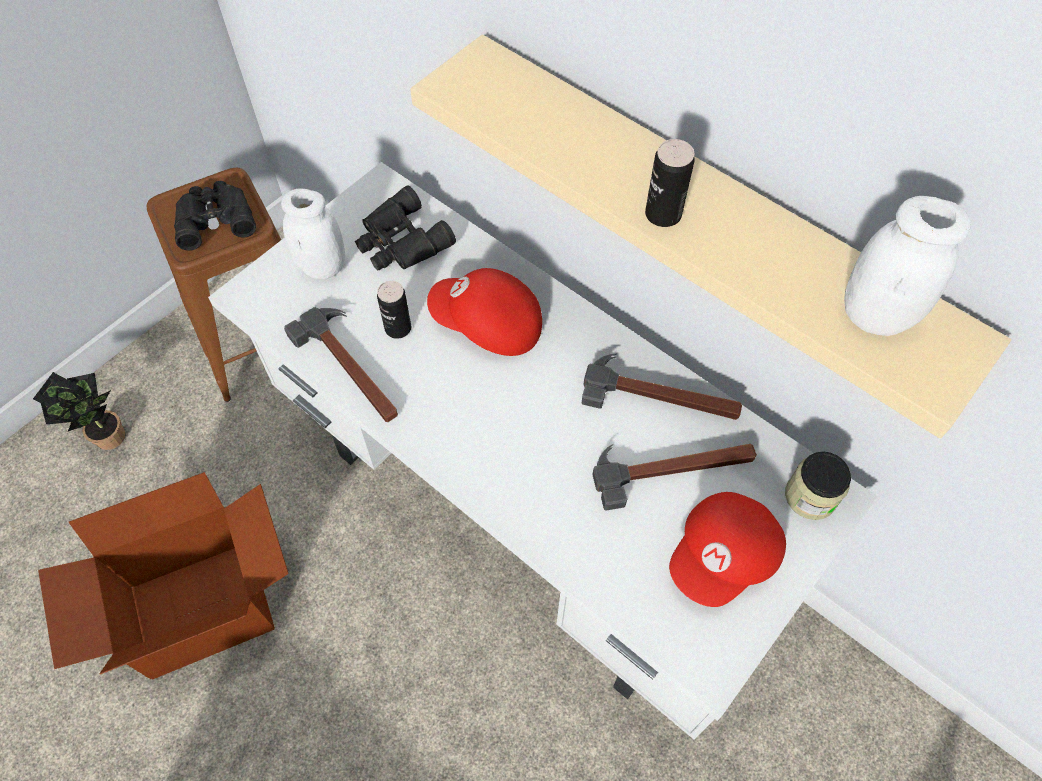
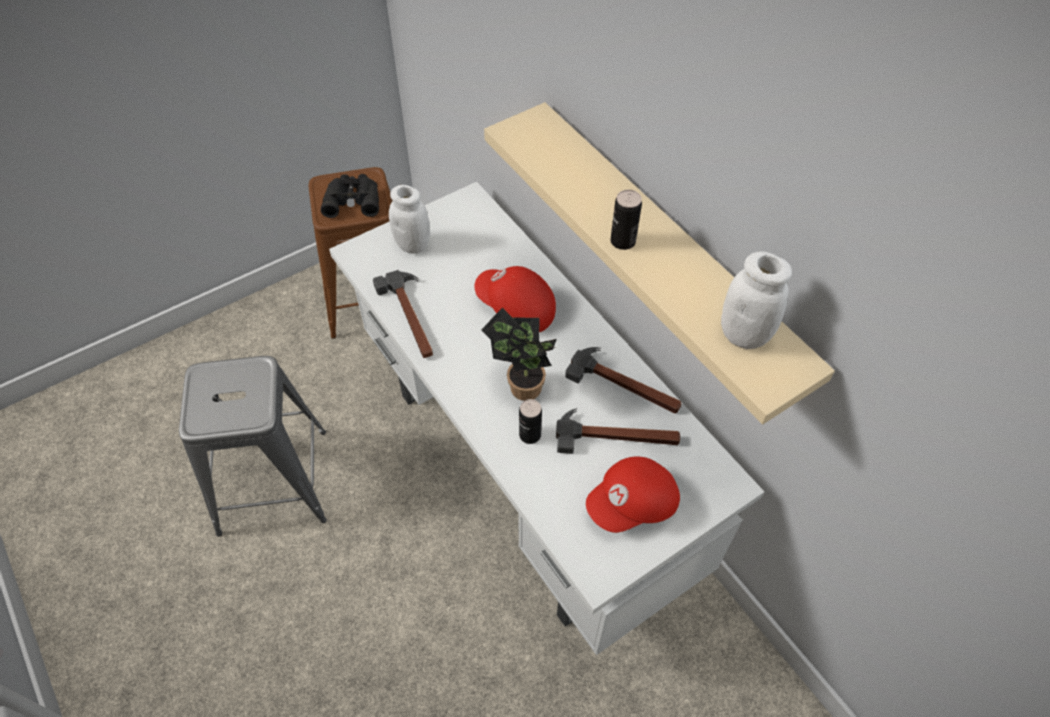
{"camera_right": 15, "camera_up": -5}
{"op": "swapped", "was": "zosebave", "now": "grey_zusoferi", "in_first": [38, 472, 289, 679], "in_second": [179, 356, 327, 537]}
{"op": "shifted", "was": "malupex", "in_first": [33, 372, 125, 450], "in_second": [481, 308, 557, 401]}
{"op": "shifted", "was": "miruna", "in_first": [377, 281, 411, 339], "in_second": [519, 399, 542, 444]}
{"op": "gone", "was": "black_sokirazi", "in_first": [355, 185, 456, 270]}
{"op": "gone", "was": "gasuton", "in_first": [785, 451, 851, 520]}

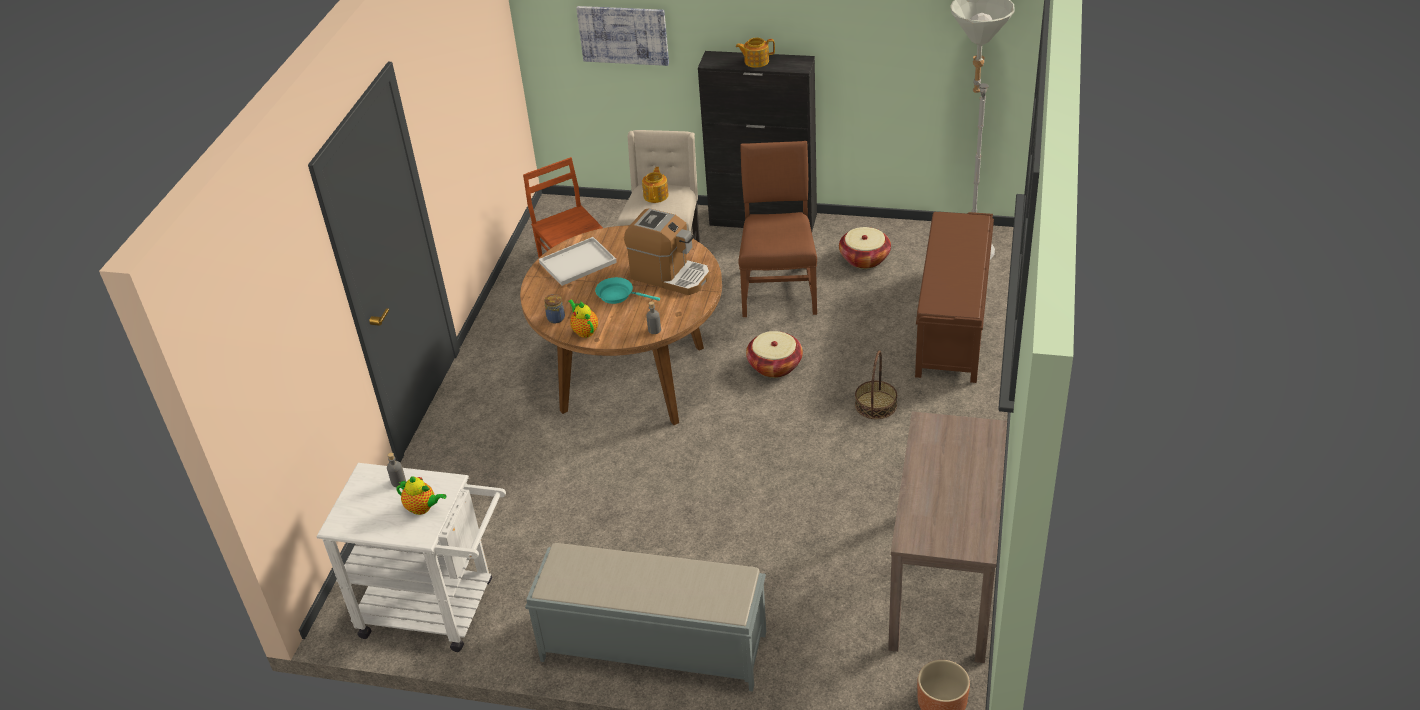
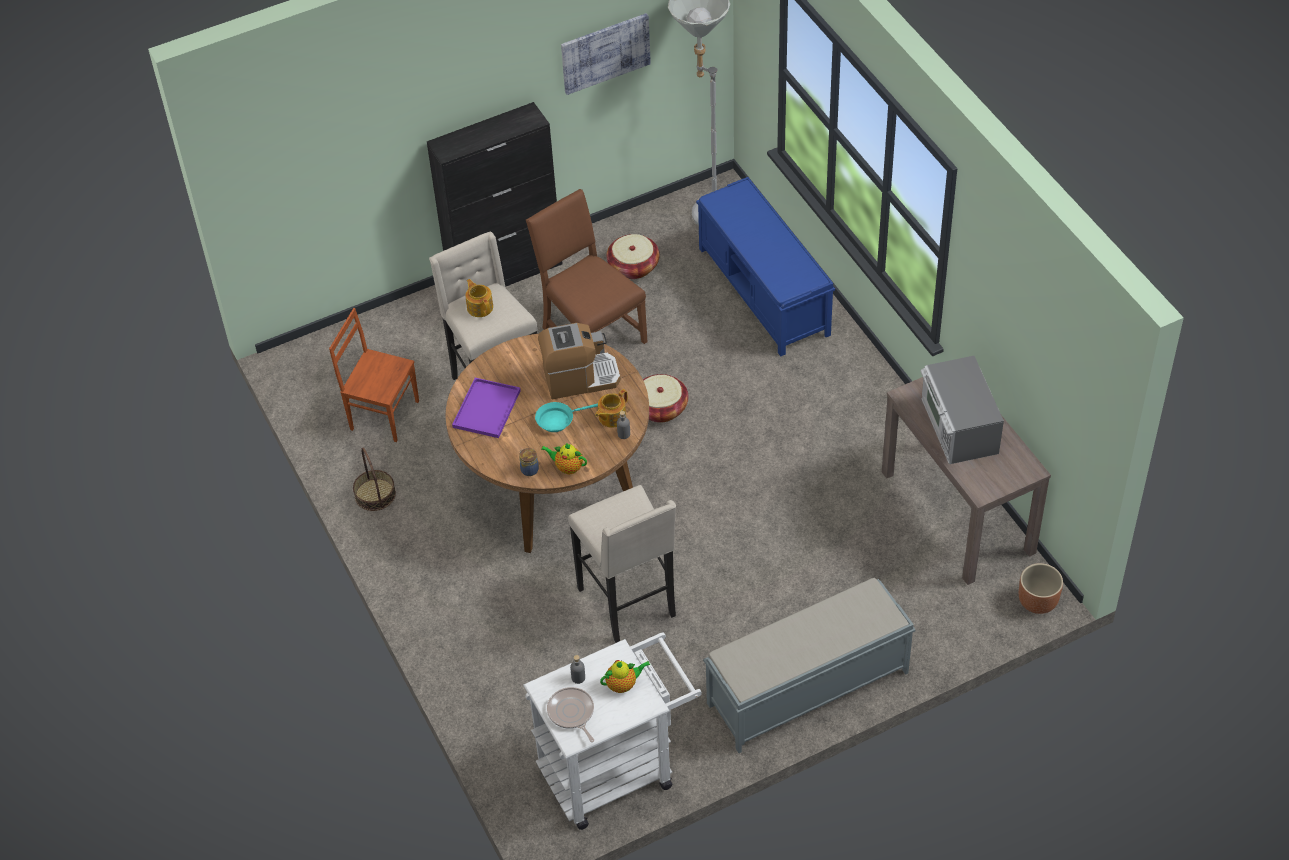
{"camera_right": -40, "camera_up": 10}
{"op": "shifted", "was": "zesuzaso", "in_first": [855, 350, 897, 419], "in_second": [353, 448, 396, 511]}
{"op": "repainted", "was": "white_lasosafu", "now": "purple_lasosafu", "in_first": [539, 237, 617, 286], "in_second": [452, 378, 521, 438]}
{"op": "new", "now": "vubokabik", "in_second": [547, 687, 594, 742]}
{"op": "shifted", "was": "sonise", "in_first": [576, 6, 669, 66], "in_second": [561, 13, 651, 95]}
{"op": "new", "now": "beige_zusoferi", "in_second": [568, 485, 676, 643]}
{"op": "shifted", "was": "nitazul", "in_first": [736, 38, 775, 68], "in_second": [595, 389, 628, 428]}
{"op": "repainted", "was": "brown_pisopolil", "now": "blue_pisopolil", "in_first": [915, 212, 994, 383], "in_second": [696, 177, 835, 356]}
{"op": "new", "now": "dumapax", "in_second": [920, 356, 1004, 464]}

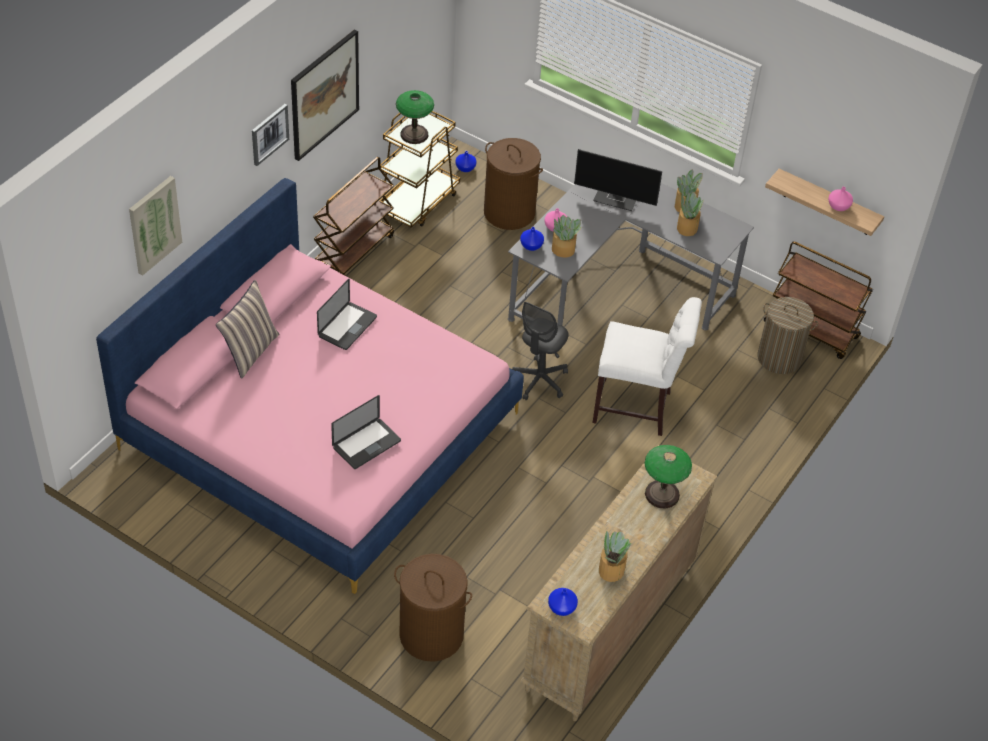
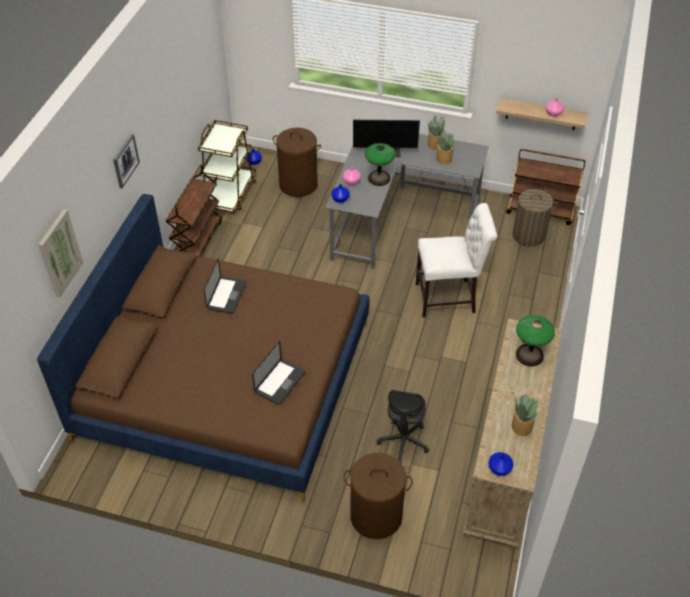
{"camera_right": -15, "camera_up": 0}
{"op": "repainted", "was": "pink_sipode", "now": "brown_sipode", "in_first": [96, 178, 524, 594], "in_second": [37, 194, 369, 502]}
{"op": "shifted", "was": "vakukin", "in_first": [396, 90, 434, 144], "in_second": [365, 143, 396, 186]}
{"op": "shifted", "was": "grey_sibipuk", "in_first": [512, 302, 569, 400], "in_second": [377, 390, 429, 463]}
{"op": "gone", "was": "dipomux", "in_first": [216, 280, 279, 378]}
{"op": "gone", "was": "sonise", "in_first": [291, 29, 359, 161]}
{"op": "gone", "was": "malupex", "in_first": [552, 215, 582, 258]}

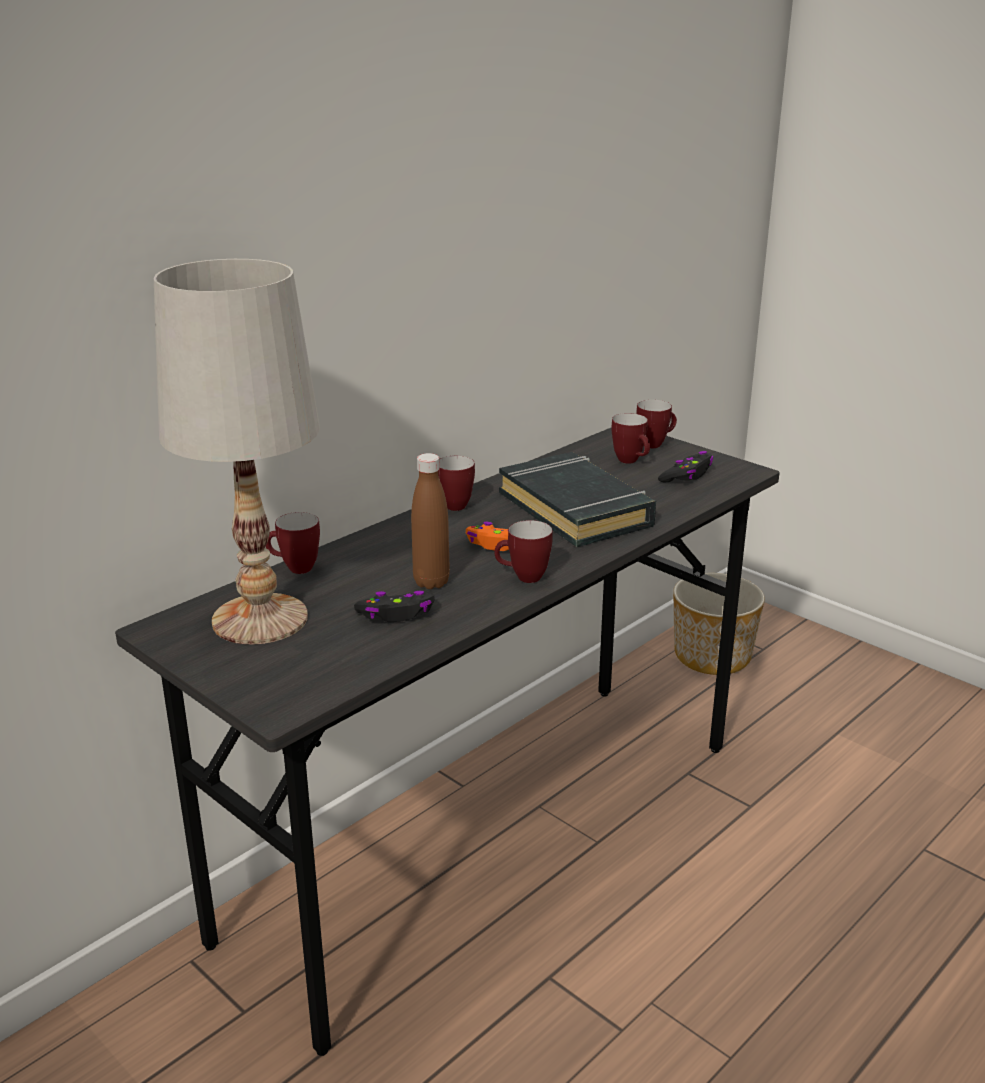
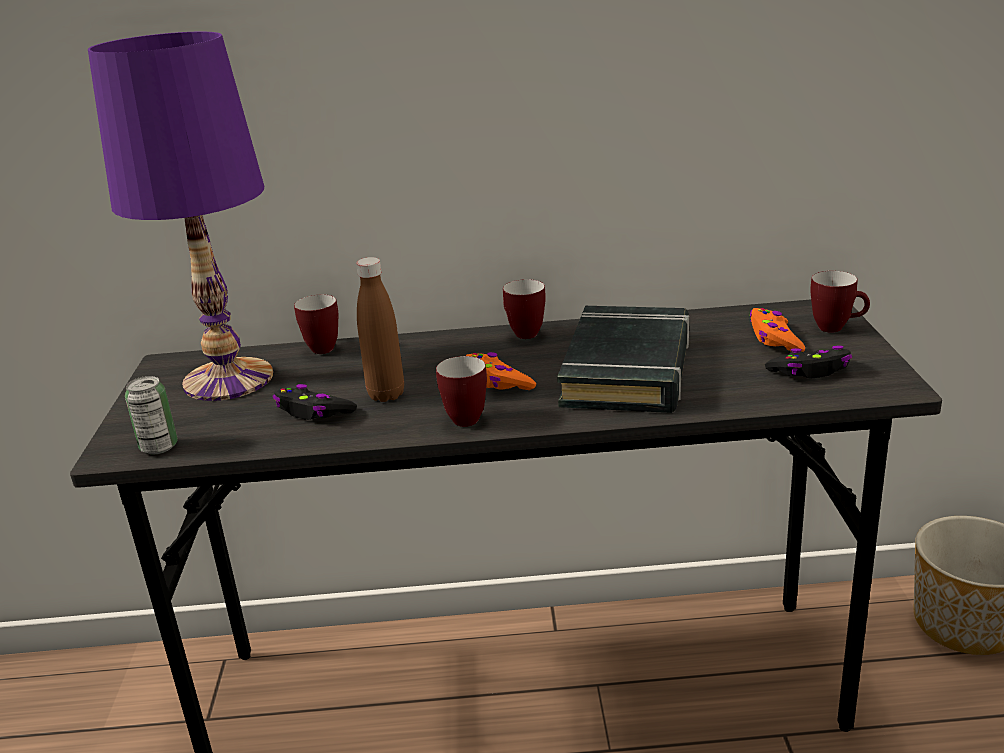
{"camera_right": 45, "camera_up": 0}
{"op": "repainted", "was": "white_vakukin", "now": "purple_vakukin", "in_first": [154, 259, 320, 644], "in_second": [88, 32, 273, 401]}
{"op": "new", "now": "miruna", "in_second": [125, 376, 178, 454]}
{"op": "swapped", "was": "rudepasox", "now": "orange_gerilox", "in_first": [612, 413, 650, 464], "in_second": [750, 308, 805, 352]}

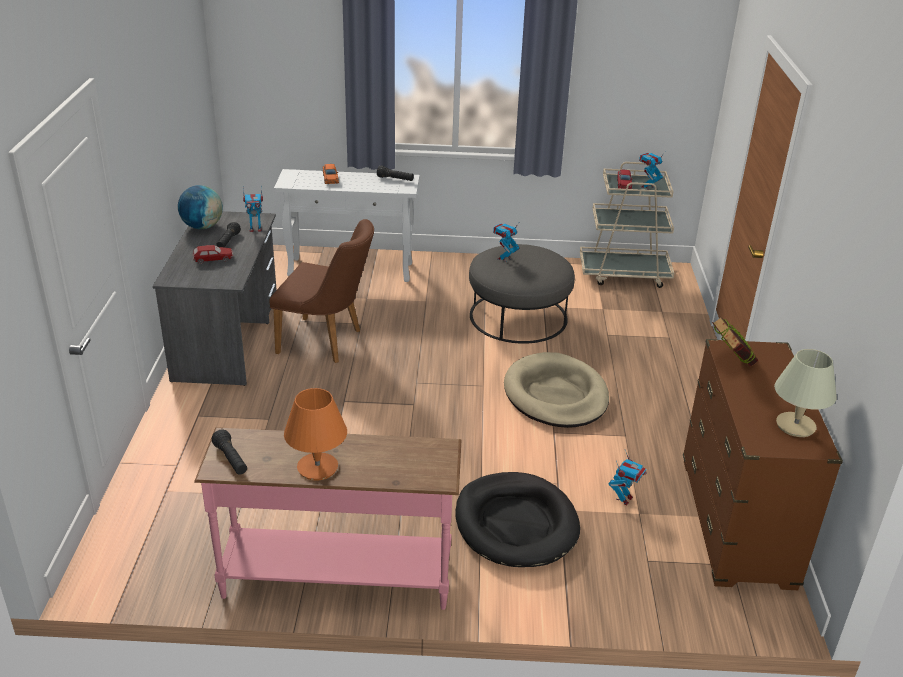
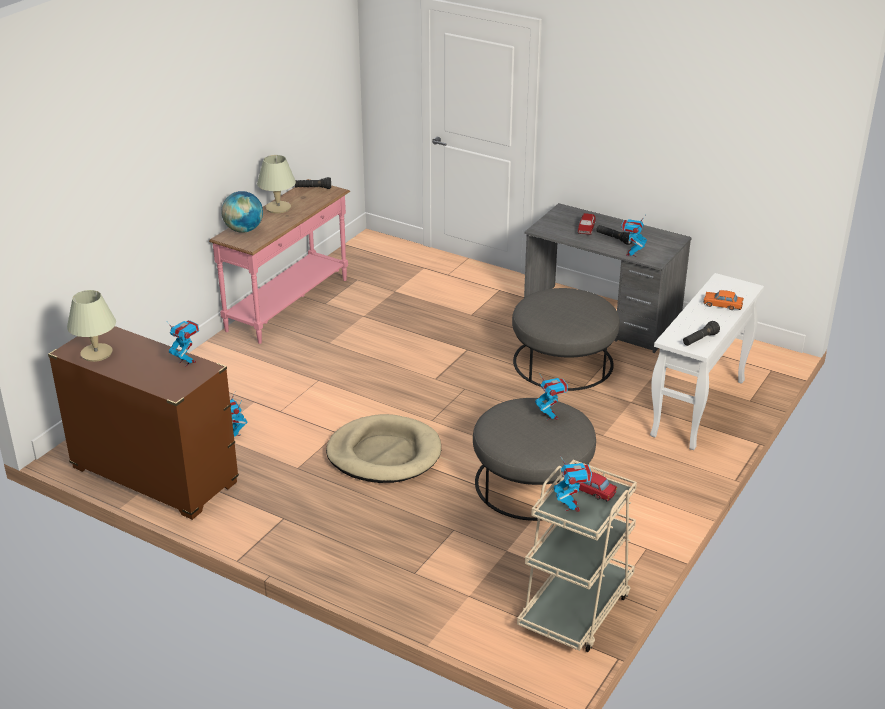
{"camera_right": 120, "camera_up": 0}
{"op": "swapped", "was": "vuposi", "now": "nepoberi", "in_first": [712, 316, 759, 367], "in_second": [166, 320, 199, 367]}
{"op": "shifted", "was": "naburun", "in_first": [178, 185, 223, 229], "in_second": [221, 191, 263, 233]}
{"op": "repainted", "was": "orange_vakukin", "now": "beige_vakukin", "in_first": [284, 388, 347, 480], "in_second": [257, 155, 296, 213]}
{"op": "swapped", "was": "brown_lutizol", "now": "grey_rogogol", "in_first": [269, 219, 374, 363], "in_second": [512, 288, 620, 391]}
{"op": "gone", "was": "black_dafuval", "in_first": [455, 472, 580, 567]}

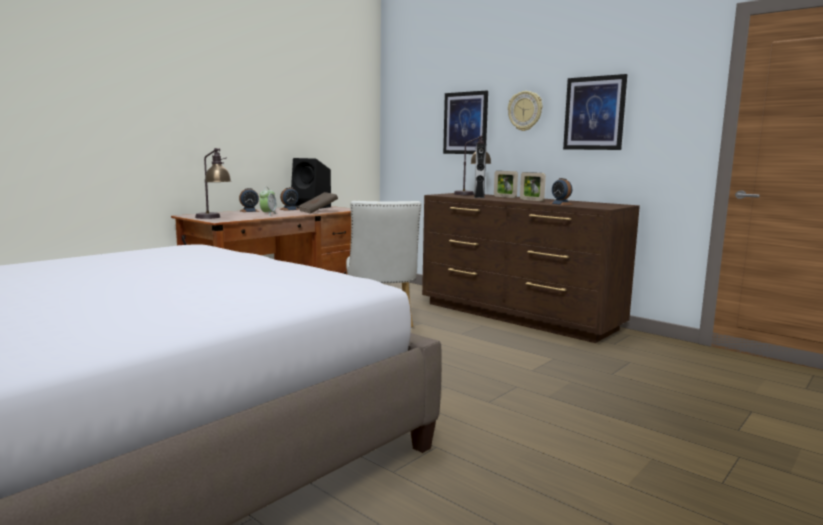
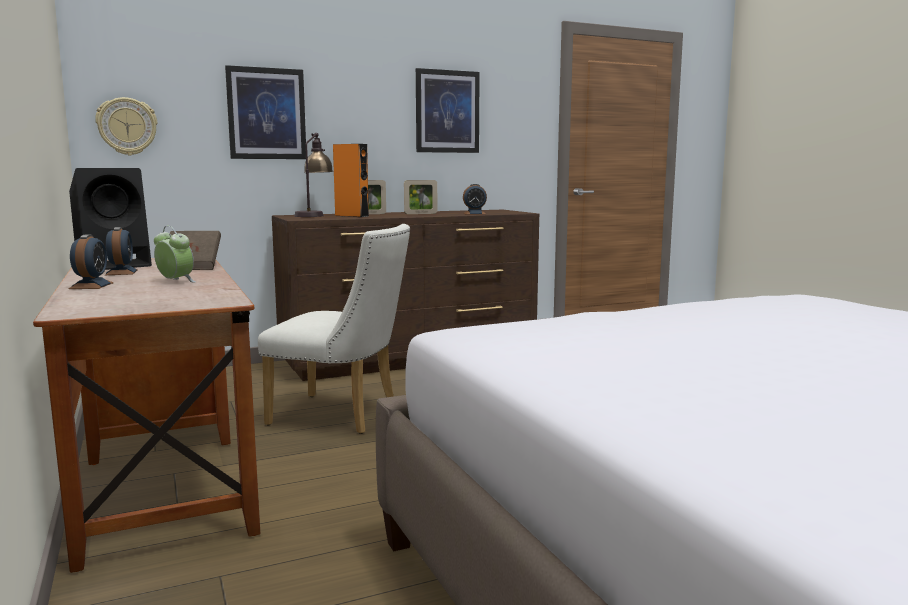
{"camera_right": -65, "camera_up": 0}
{"op": "shifted", "was": "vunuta", "in_first": [508, 91, 542, 131], "in_second": [95, 97, 157, 155]}
{"op": "repainted", "was": "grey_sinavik", "now": "orange_sinavik", "in_first": [474, 144, 486, 198], "in_second": [333, 144, 369, 217]}
{"op": "gone", "was": "vakukin", "in_first": [195, 148, 232, 219]}

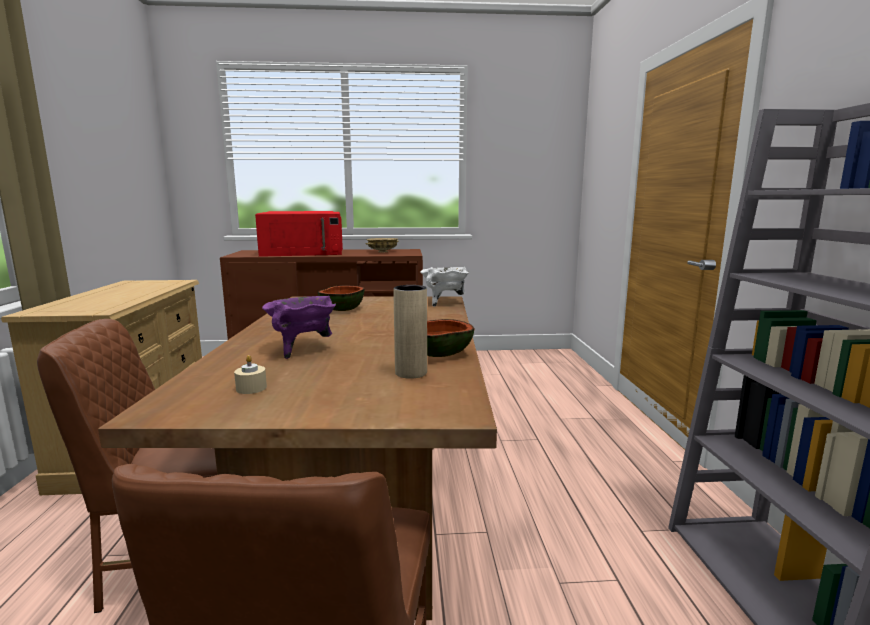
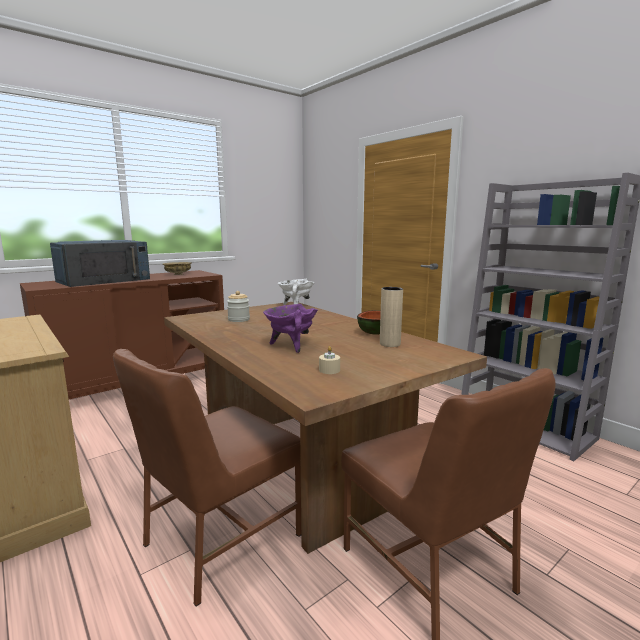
{"camera_right": -35, "camera_up": 0}
{"op": "repainted", "was": "red_dumapax", "now": "blue_dumapax", "in_first": [255, 211, 343, 257], "in_second": [50, 240, 150, 287]}
{"op": "swapped", "was": "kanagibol", "now": "gasuton", "in_first": [318, 286, 365, 311], "in_second": [227, 291, 250, 322]}

